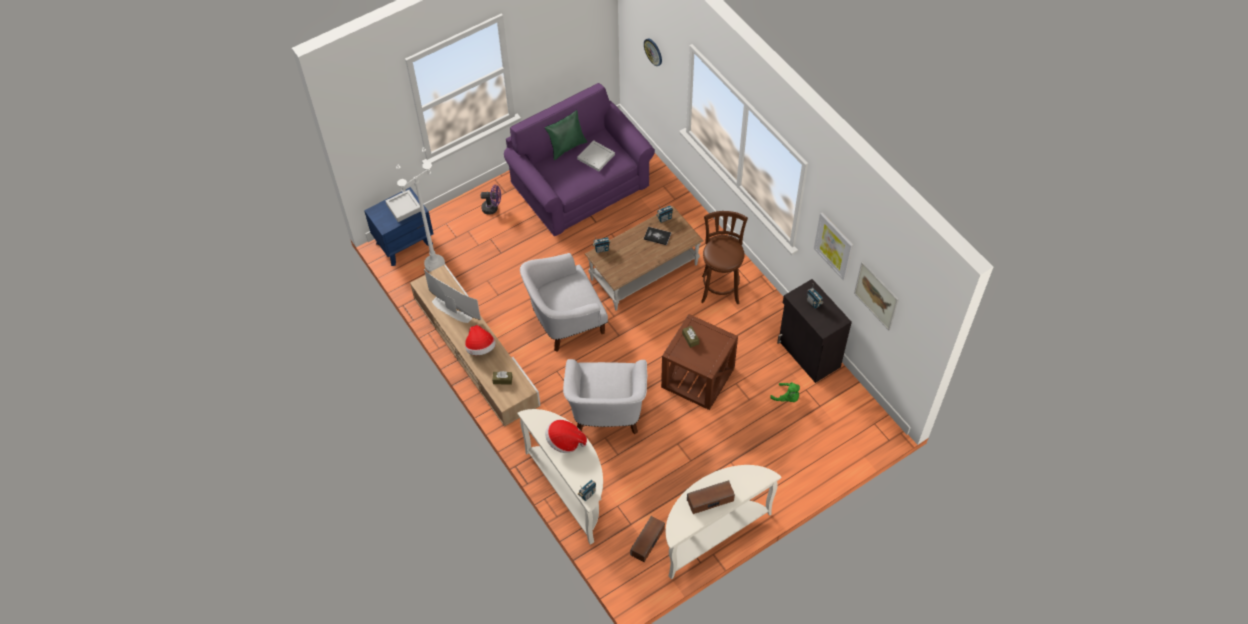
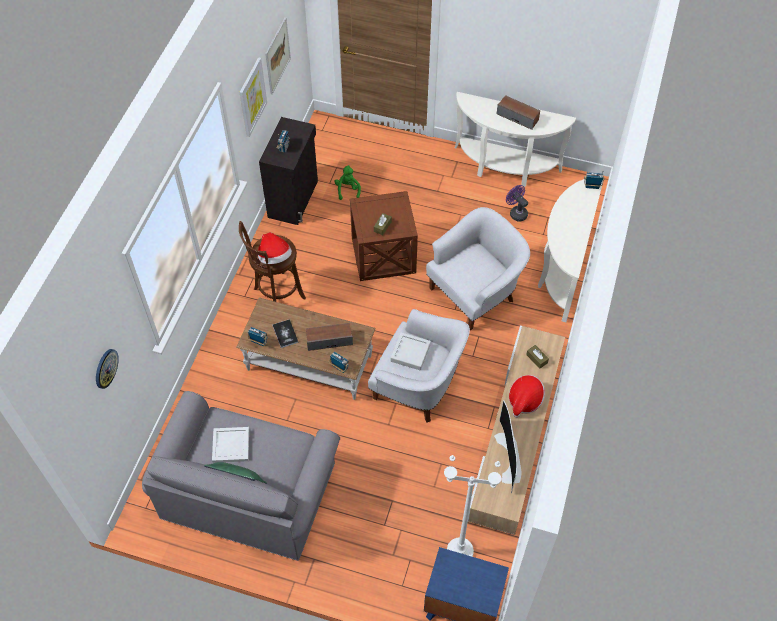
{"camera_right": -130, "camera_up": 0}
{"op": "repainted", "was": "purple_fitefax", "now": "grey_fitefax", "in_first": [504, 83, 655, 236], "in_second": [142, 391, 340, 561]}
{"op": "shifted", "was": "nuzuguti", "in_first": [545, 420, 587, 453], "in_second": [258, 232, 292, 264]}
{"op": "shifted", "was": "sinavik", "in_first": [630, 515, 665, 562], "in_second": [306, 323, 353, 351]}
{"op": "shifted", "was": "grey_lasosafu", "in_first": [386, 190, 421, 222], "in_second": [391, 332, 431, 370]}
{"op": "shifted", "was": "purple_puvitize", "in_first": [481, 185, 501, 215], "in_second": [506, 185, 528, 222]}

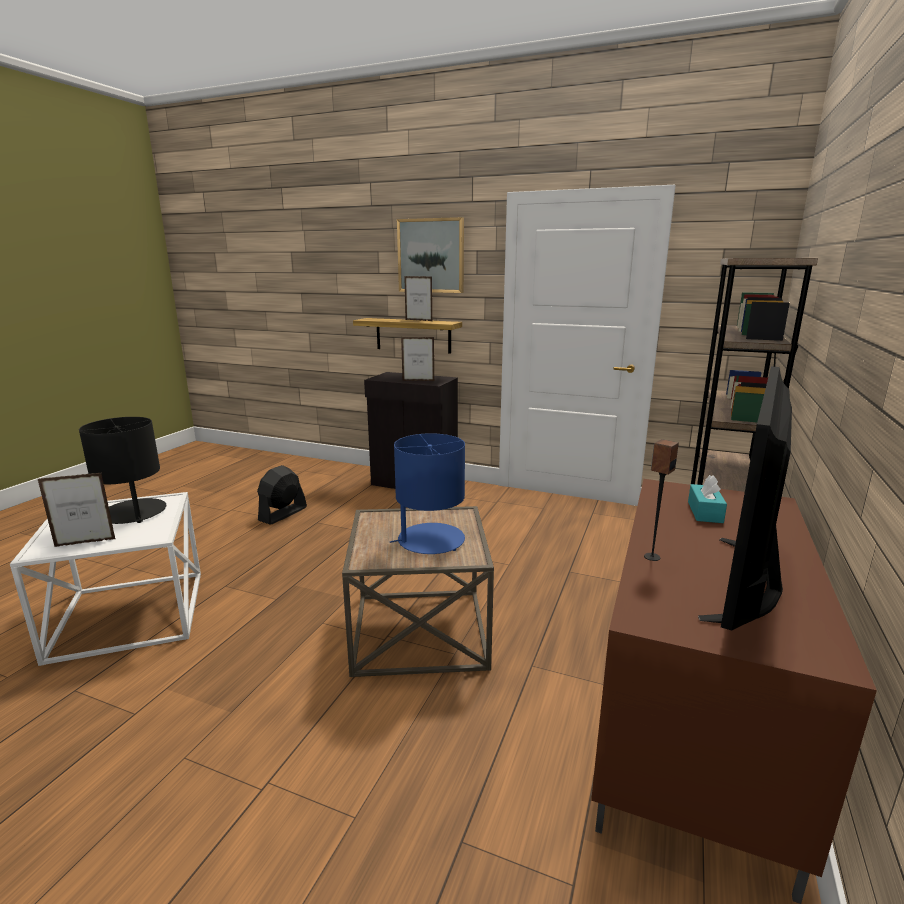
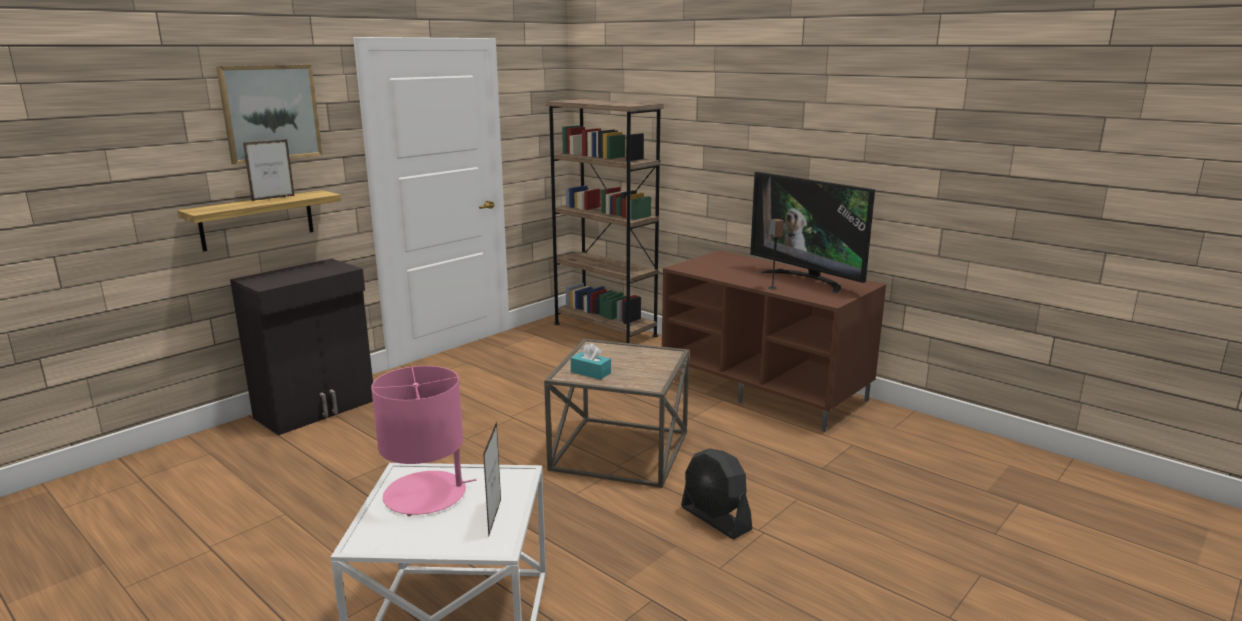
{"camera_right": -70, "camera_up": 0}
{"op": "repainted", "was": "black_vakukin", "now": "pink_vakukin", "in_first": [79, 417, 166, 524], "in_second": [371, 366, 476, 516]}
{"op": "shifted", "was": "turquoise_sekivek", "in_first": [688, 475, 727, 523], "in_second": [571, 343, 611, 380]}
{"op": "shifted", "was": "black_puvitize", "in_first": [257, 465, 307, 525], "in_second": [681, 449, 752, 539]}
{"op": "gone", "was": "blue_vakukin", "in_first": [390, 433, 465, 554]}
{"op": "gone", "was": "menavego", "in_first": [401, 337, 434, 381]}

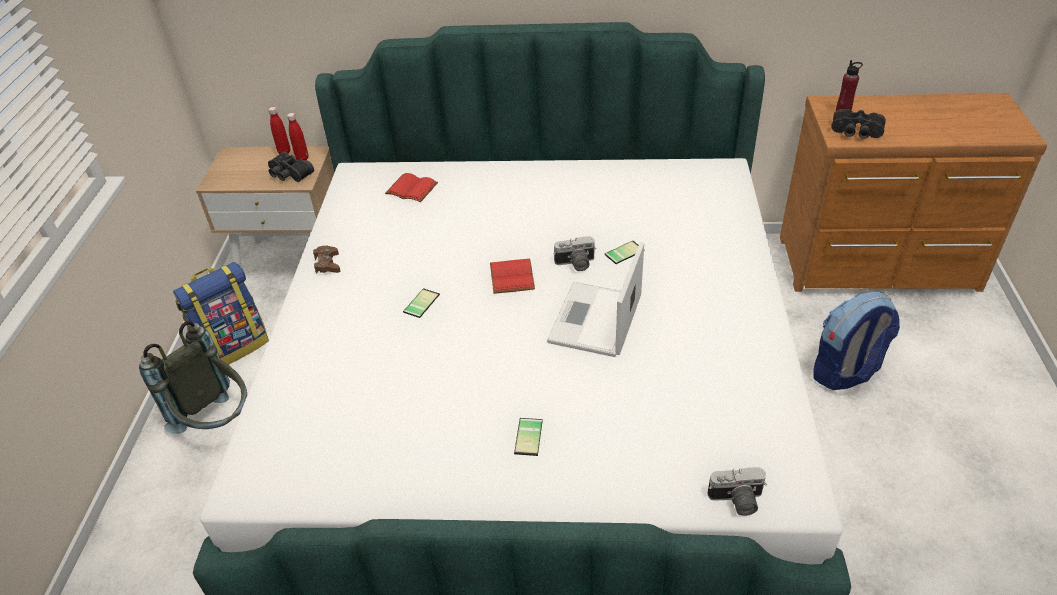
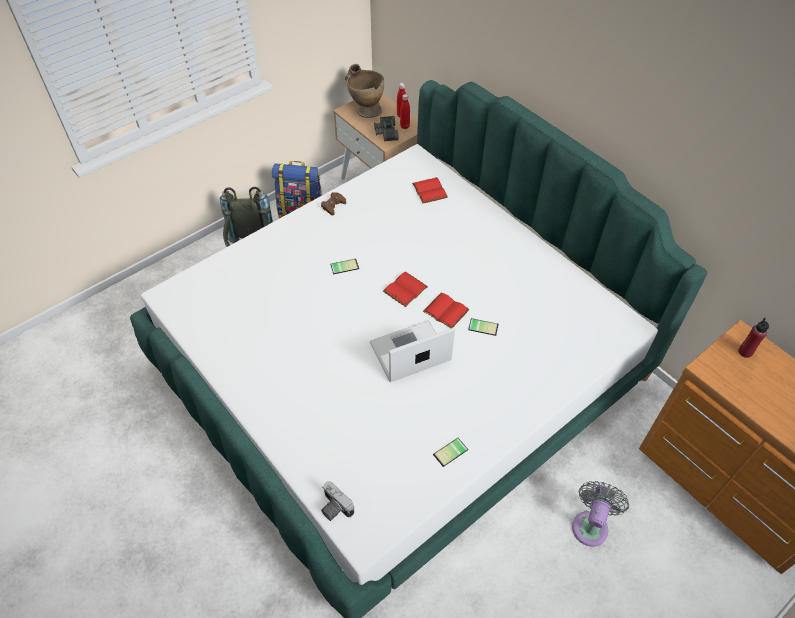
{"camera_right": 45, "camera_up": 10}
{"op": "new", "now": "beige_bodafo", "in_second": [345, 64, 384, 118]}
{"op": "swapped", "was": "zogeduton", "now": "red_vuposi", "in_first": [554, 236, 596, 271], "in_second": [423, 293, 470, 328]}
{"op": "shifted", "was": "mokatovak", "in_first": [514, 418, 543, 456], "in_second": [433, 438, 468, 467]}
{"op": "swapped", "was": "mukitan", "now": "grey_puvitize", "in_first": [813, 292, 900, 390], "in_second": [572, 481, 629, 547]}
{"op": "gone", "was": "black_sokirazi", "in_first": [831, 109, 886, 139]}

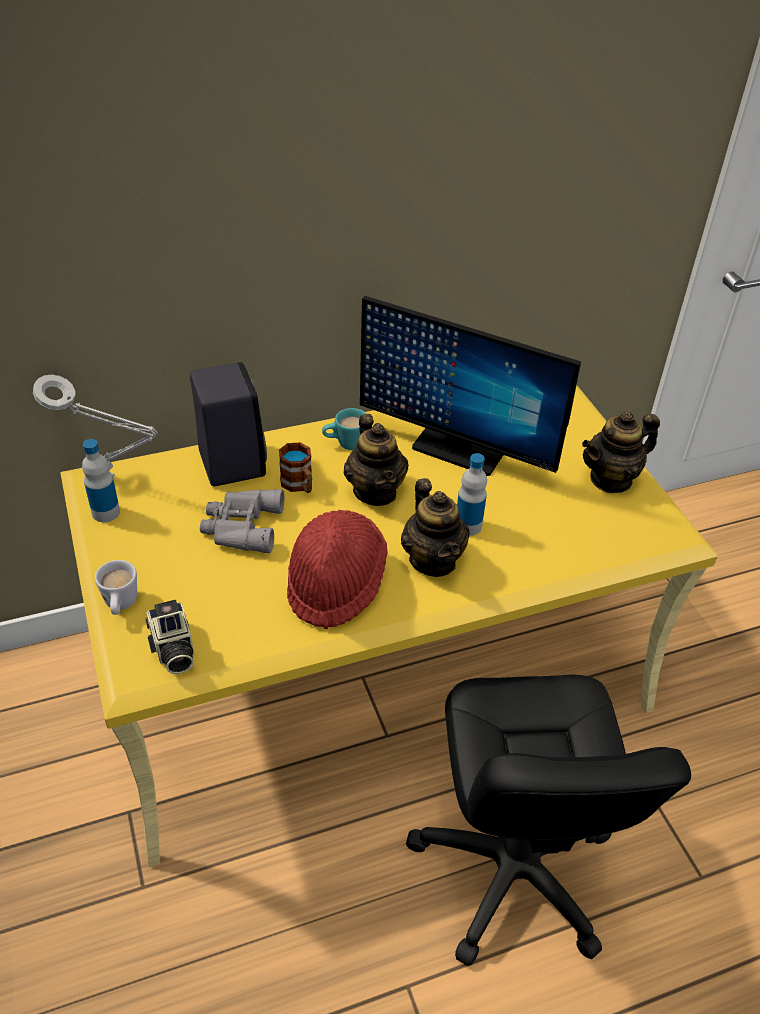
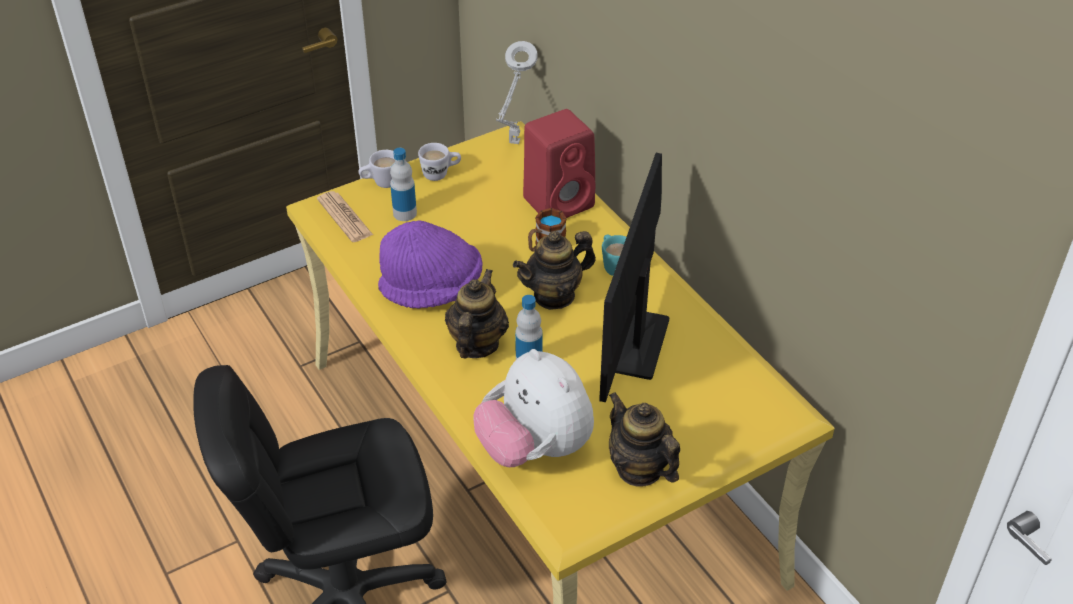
{"camera_right": 80, "camera_up": 0}
{"op": "swapped", "was": "zogeduton", "now": "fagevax", "in_first": [145, 600, 194, 674], "in_second": [317, 191, 373, 242]}
{"op": "repainted", "was": "red_nuzuguti", "now": "purple_nuzuguti", "in_first": [287, 510, 388, 629], "in_second": [378, 221, 483, 308]}
{"op": "shifted", "was": "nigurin", "in_first": [82, 439, 120, 522], "in_second": [390, 148, 417, 221]}
{"op": "new", "now": "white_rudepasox", "in_second": [418, 143, 461, 181]}
{"op": "rotated", "was": "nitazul", "in_first": [401, 478, 470, 577], "in_second": [445, 269, 509, 358], "clockwise": 135}
{"op": "new", "now": "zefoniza", "in_second": [474, 349, 594, 467]}
{"op": "repainted", "was": "black_sinavik", "now": "red_sinavik", "in_first": [190, 362, 267, 486], "in_second": [523, 109, 596, 218]}
{"op": "gone", "was": "grey_sokirazi", "in_first": [200, 489, 284, 553]}

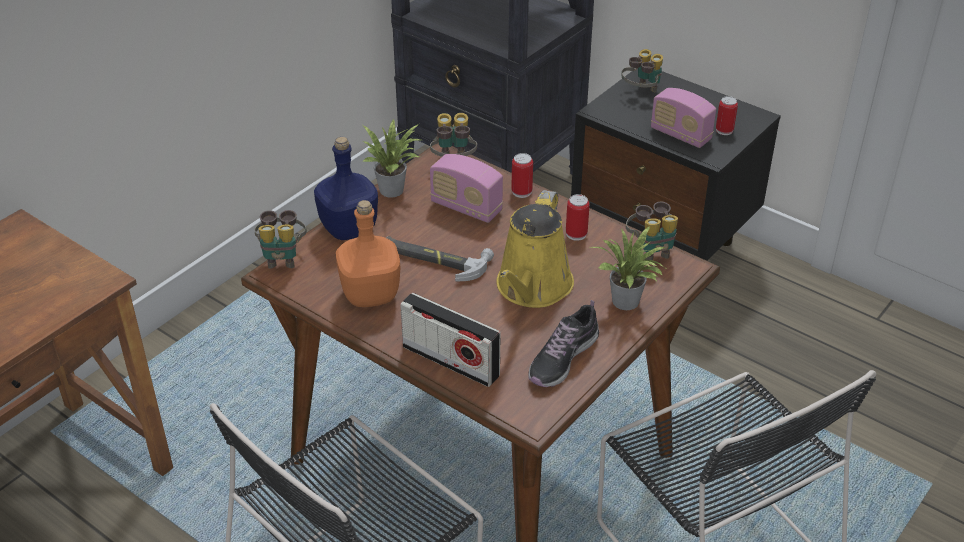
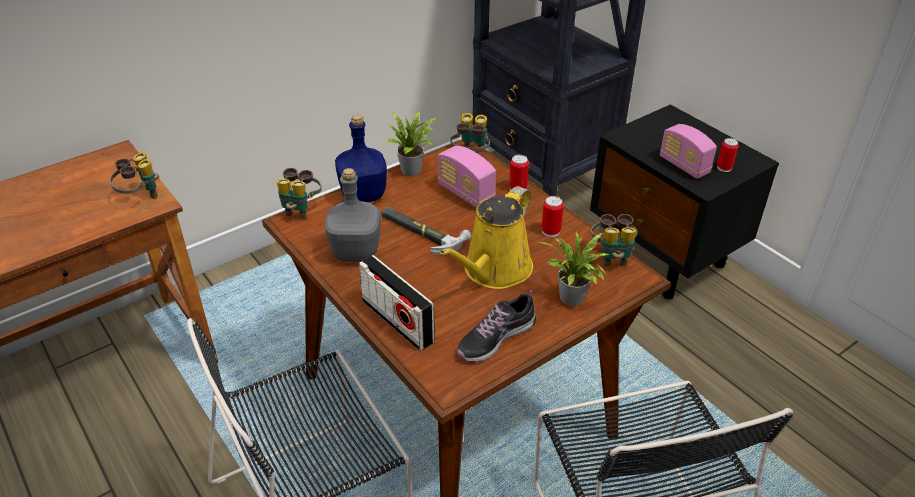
{"camera_right": 15, "camera_up": 0}
{"op": "shifted", "was": "sokirazi", "in_first": [621, 49, 663, 92], "in_second": [110, 152, 159, 199]}
{"op": "repainted", "was": "orange_nigurin", "now": "grey_nigurin", "in_first": [336, 200, 401, 307], "in_second": [325, 168, 381, 262]}

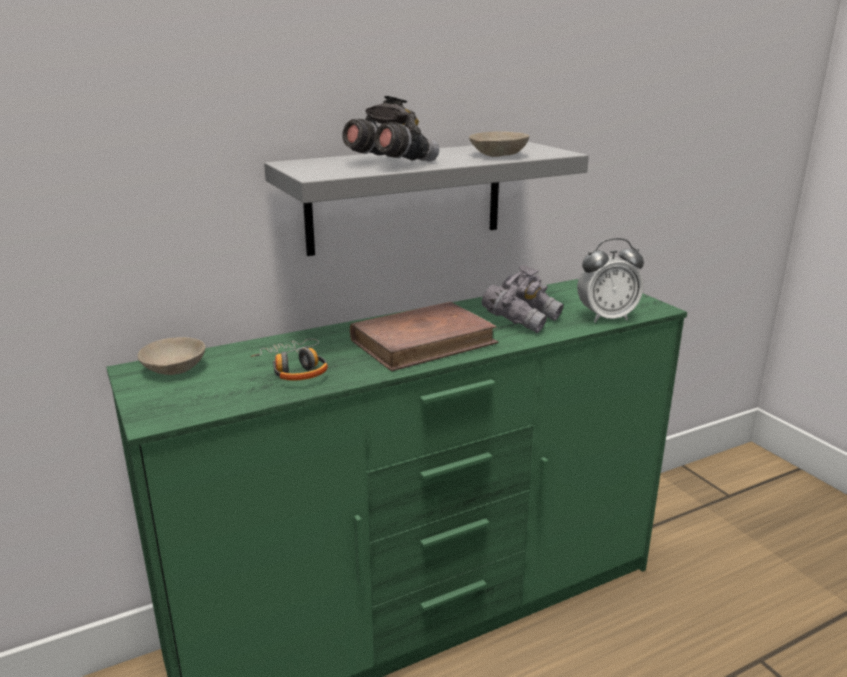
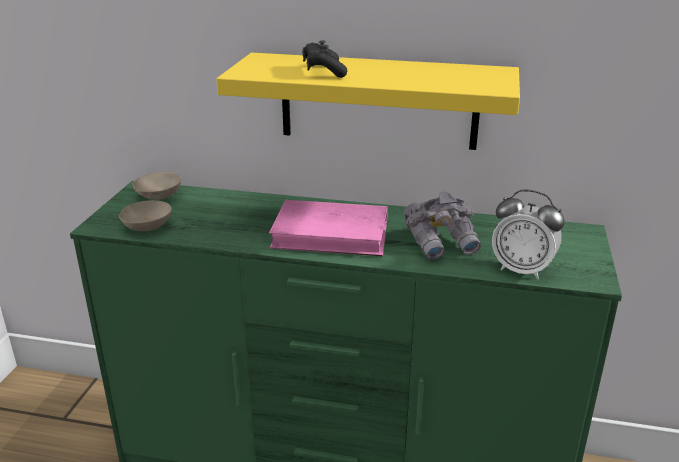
{"camera_right": 40, "camera_up": 5}
{"op": "shifted", "was": "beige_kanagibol", "in_first": [469, 131, 529, 157], "in_second": [119, 200, 172, 231]}
{"op": "repainted", "was": "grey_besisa", "now": "yellow_besisa", "in_first": [264, 142, 589, 256], "in_second": [216, 53, 520, 150]}
{"op": "repainted", "was": "brown_vuposi", "now": "pink_vuposi", "in_first": [350, 302, 499, 371], "in_second": [269, 200, 388, 256]}
{"op": "swapped", "was": "grey_sokirazi", "now": "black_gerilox", "in_first": [342, 96, 439, 161], "in_second": [302, 40, 347, 78]}
{"op": "gone", "was": "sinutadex", "in_first": [251, 339, 328, 380]}

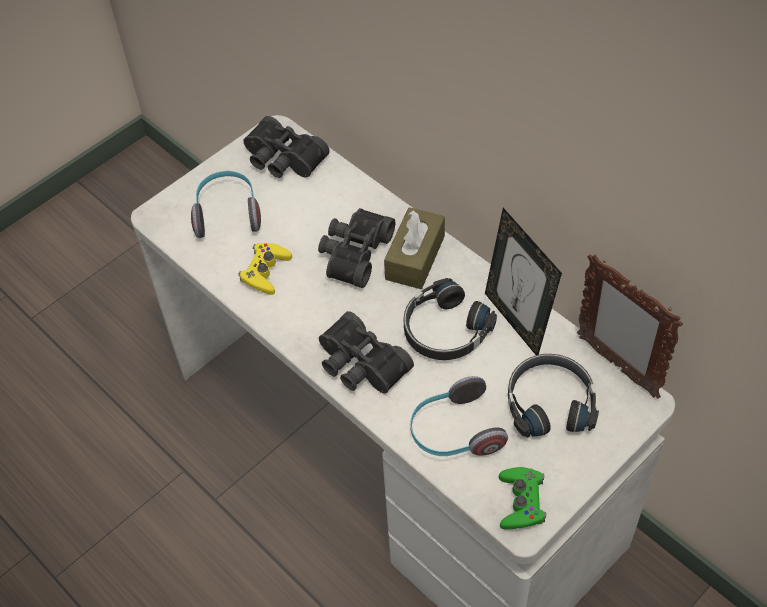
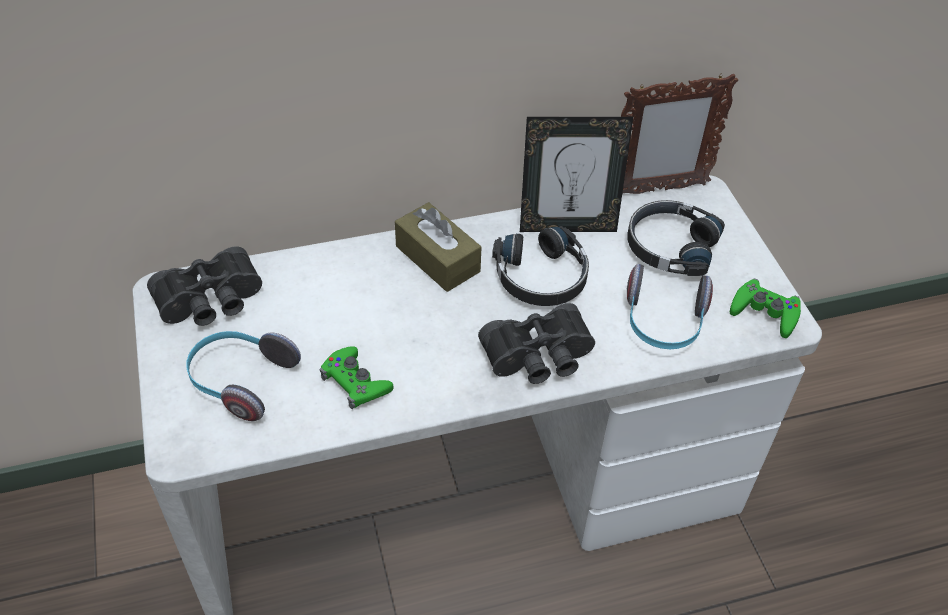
{"camera_right": -65, "camera_up": -5}
{"op": "repainted", "was": "yellow_gerilox", "now": "green_gerilox", "in_first": [239, 243, 292, 295], "in_second": [319, 346, 393, 409]}
{"op": "gone", "was": "black_sokirazi", "in_first": [318, 208, 395, 288]}

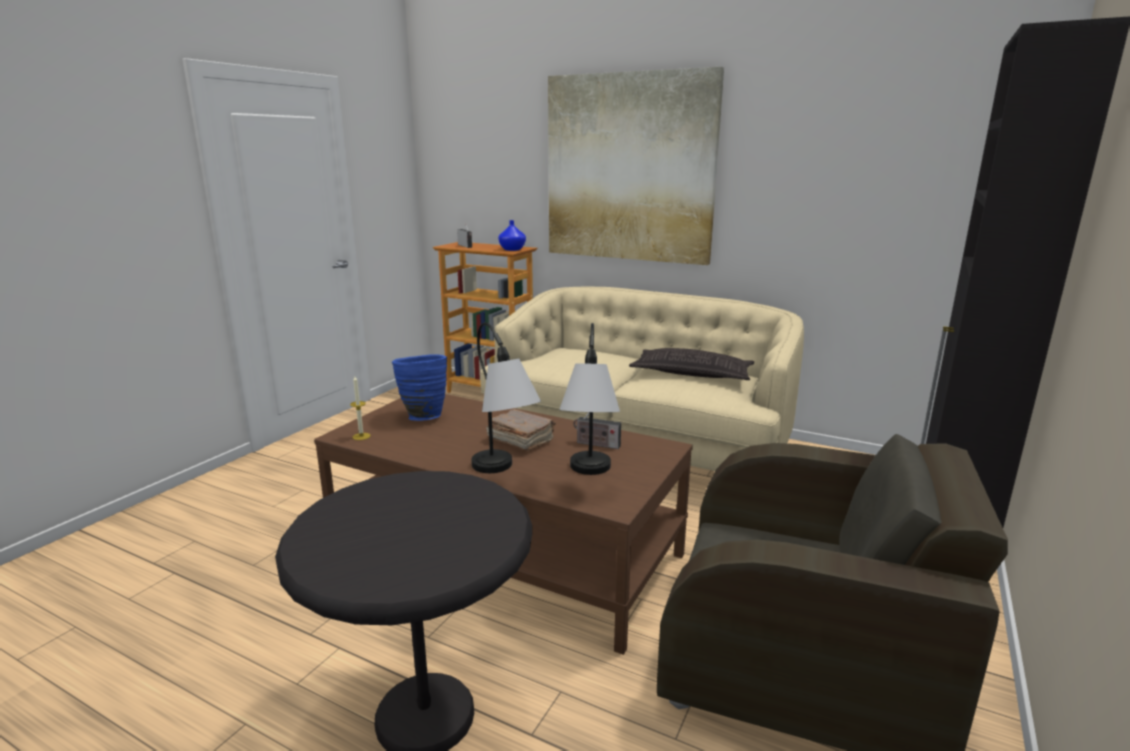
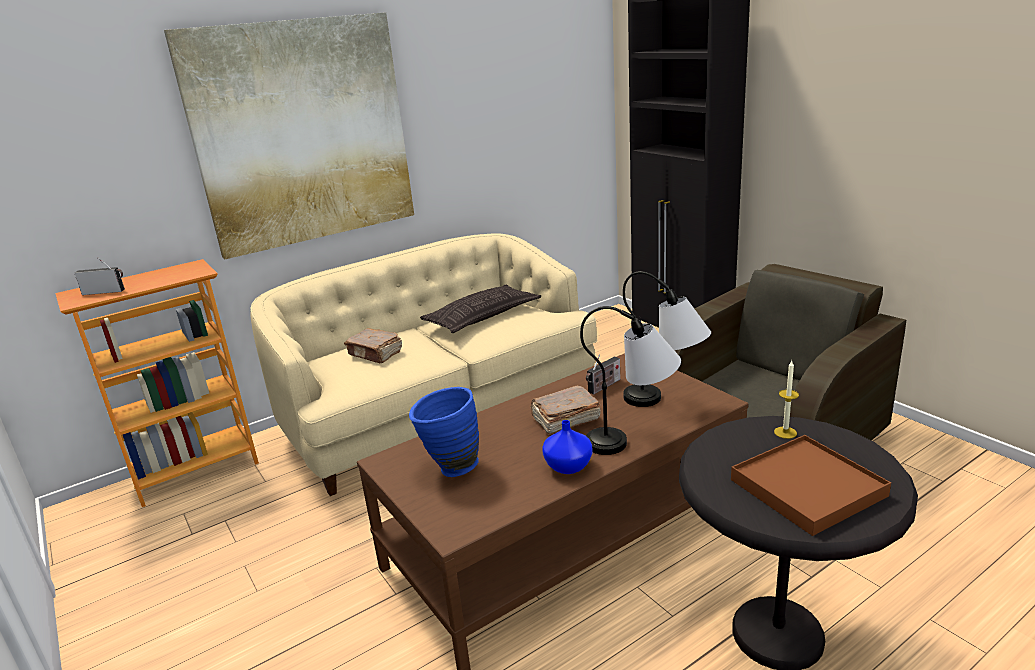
{"camera_right": -60, "camera_up": 5}
{"op": "new", "now": "brown_vuposi", "in_second": [344, 328, 402, 363]}
{"op": "shifted", "was": "blue_bodafo", "in_first": [498, 220, 526, 251], "in_second": [542, 420, 592, 474]}
{"op": "new", "now": "brown_lasosafu", "in_second": [731, 435, 891, 536]}
{"op": "shifted", "was": "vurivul", "in_first": [350, 376, 371, 440], "in_second": [774, 361, 799, 439]}

